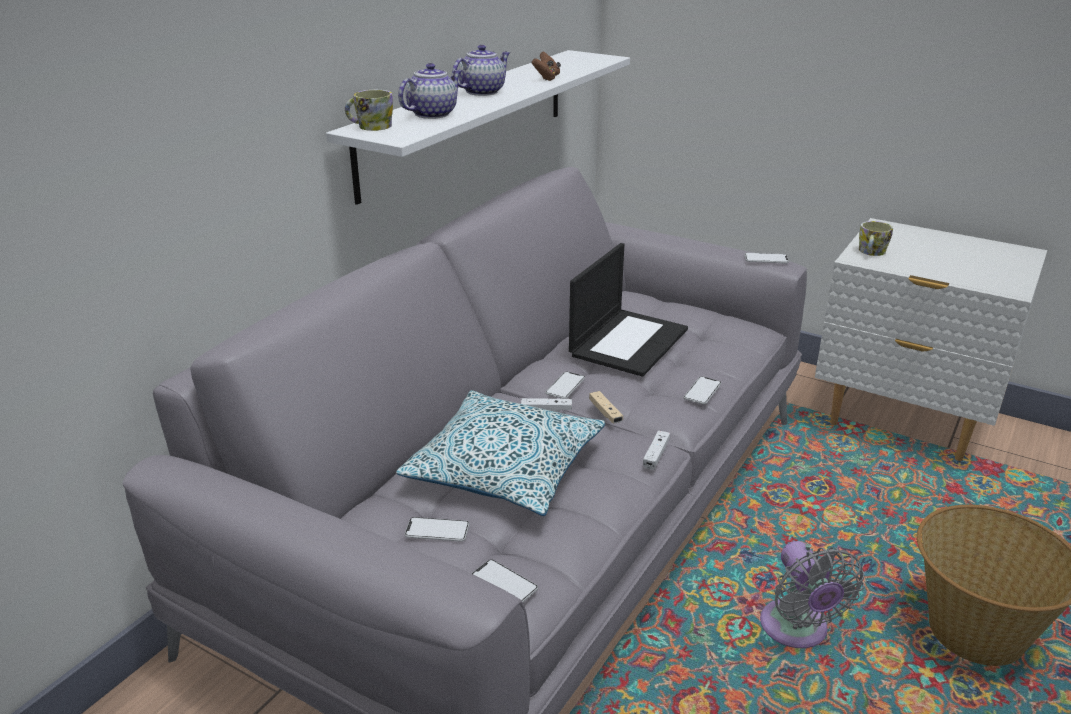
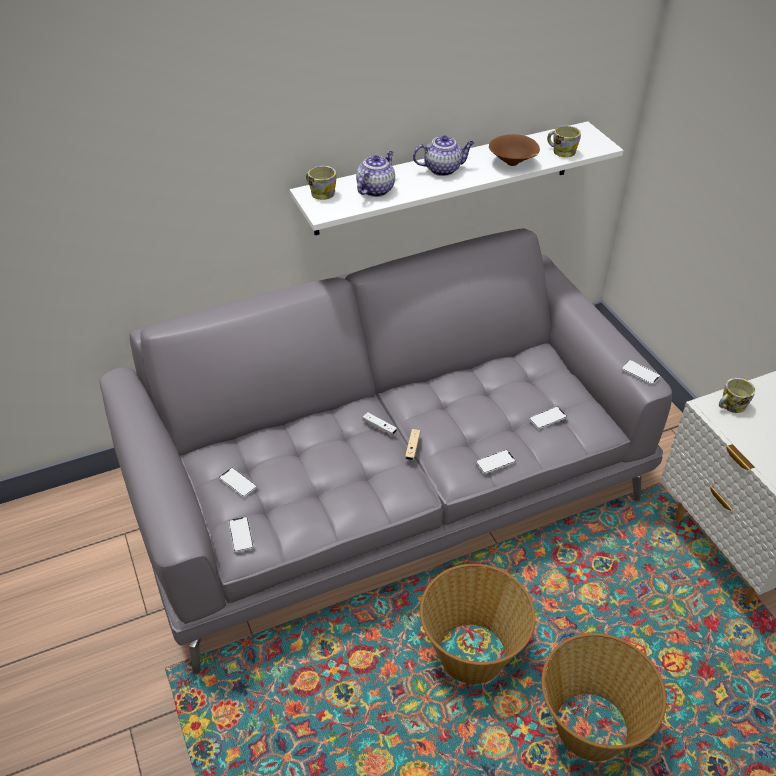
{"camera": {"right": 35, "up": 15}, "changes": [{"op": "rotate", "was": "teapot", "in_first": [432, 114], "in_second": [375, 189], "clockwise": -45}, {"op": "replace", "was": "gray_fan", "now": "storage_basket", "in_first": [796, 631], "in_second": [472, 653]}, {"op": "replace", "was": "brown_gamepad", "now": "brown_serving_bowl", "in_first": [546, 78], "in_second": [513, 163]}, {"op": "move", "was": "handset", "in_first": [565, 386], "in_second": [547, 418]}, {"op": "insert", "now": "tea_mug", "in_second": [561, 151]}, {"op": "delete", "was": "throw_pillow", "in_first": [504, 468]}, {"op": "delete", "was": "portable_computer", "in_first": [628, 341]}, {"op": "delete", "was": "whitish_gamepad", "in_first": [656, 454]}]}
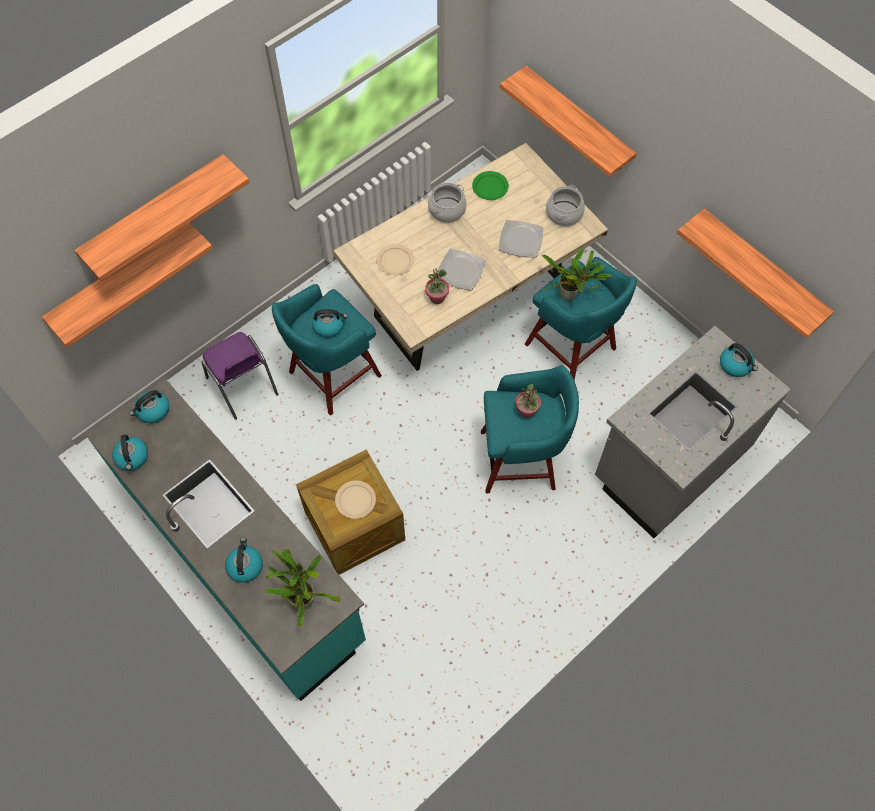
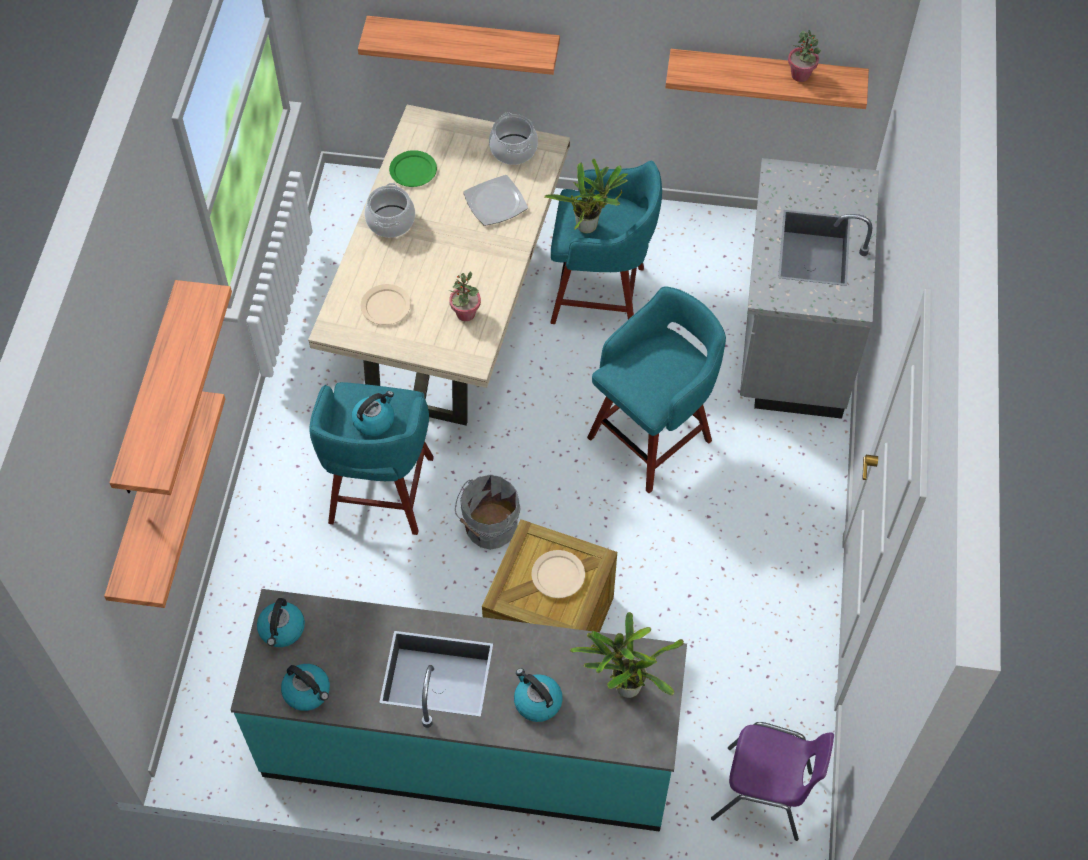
{"camera": {"right": -40, "up": -5}, "changes": [{"op": "insert", "now": "gray_pail", "in_second": [489, 527]}, {"op": "move", "was": "purplish_upright_chair", "in_first": [243, 387], "in_second": [765, 795]}, {"op": "move", "was": "plant_in_a_pot", "in_first": [526, 411], "in_second": [800, 75]}, {"op": "delete", "was": "plate", "in_first": [460, 271]}, {"op": "delete", "was": "tea_kettle", "in_first": [735, 365]}]}
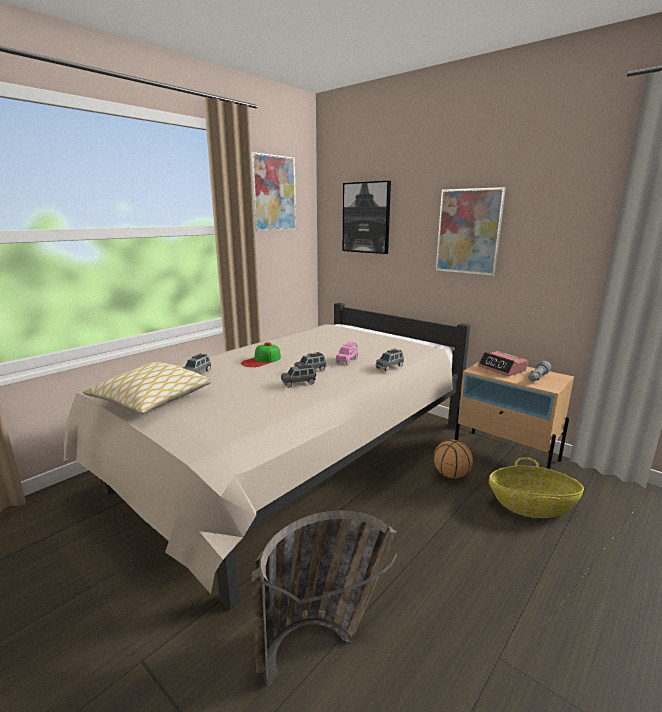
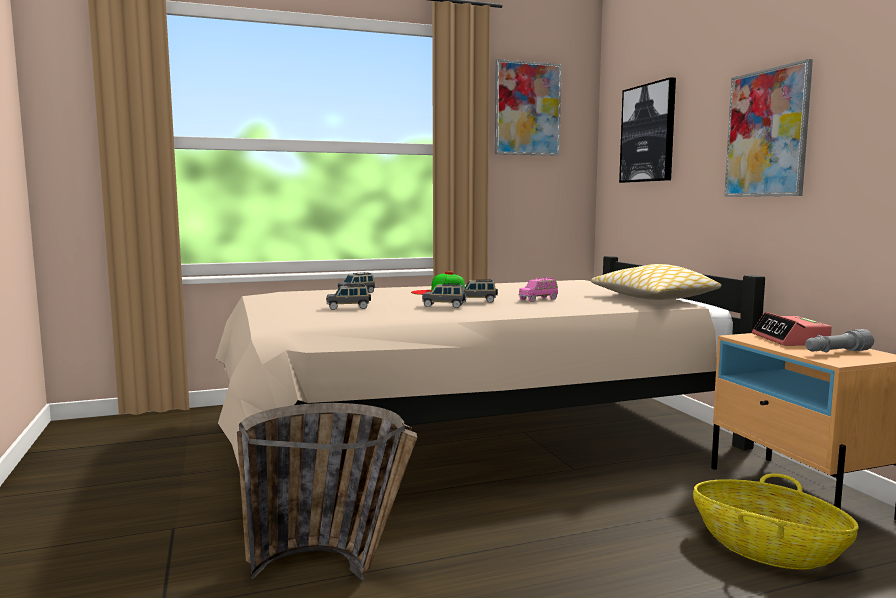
{"camera": {"right": 30, "up": -10}, "changes": [{"op": "move", "was": "gray_model_car", "in_first": [389, 367], "in_second": [348, 307]}, {"op": "move", "was": "throw_pillow", "in_first": [152, 399], "in_second": [654, 298]}, {"op": "delete", "was": "ball_for_basketball", "in_first": [451, 475]}]}
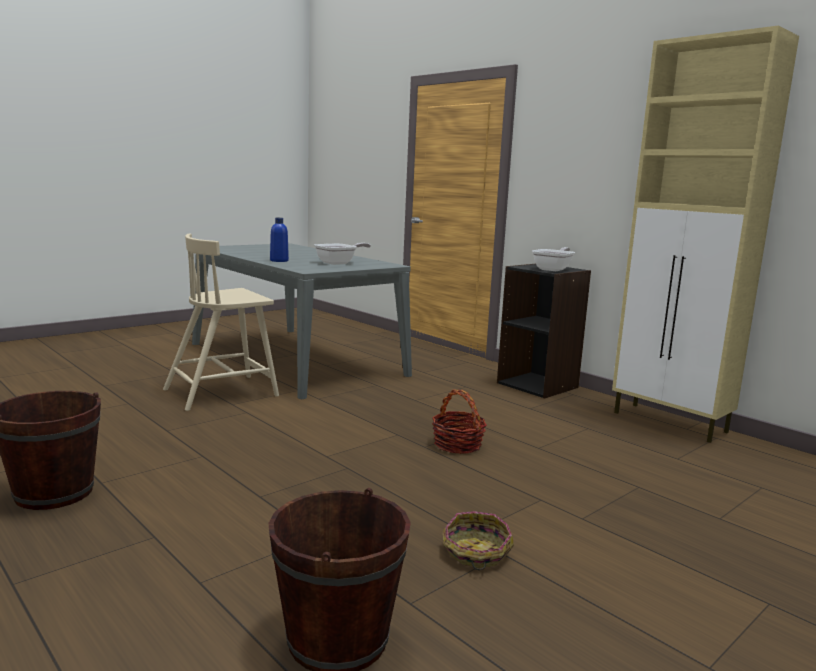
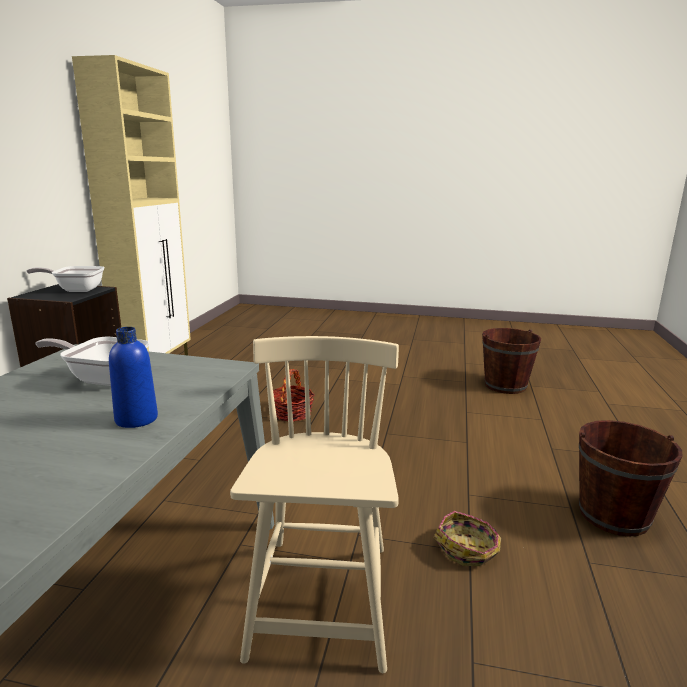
{"camera": {"right": -125, "up": 5}, "changes": [{"op": "rotate", "was": "beige-coloured_upright_chair", "in_first": [223, 392], "in_second": [322, 602], "clockwise": -105}, {"op": "move", "was": "storage_basket", "in_first": [475, 553], "in_second": [467, 549]}]}
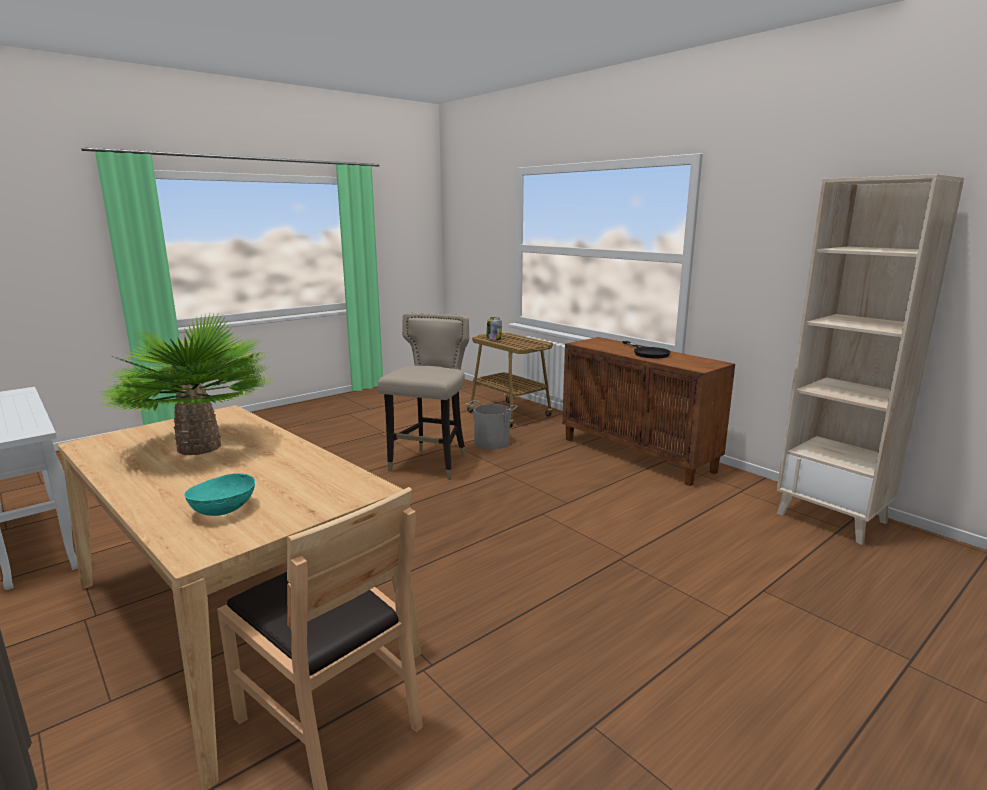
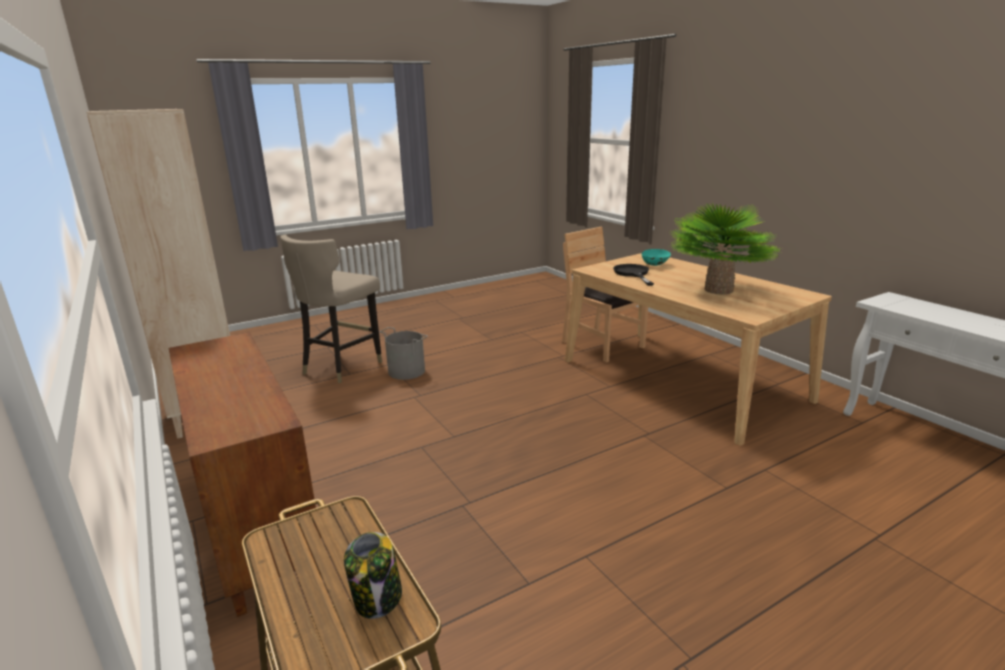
{"camera": {"right": -170, "up": 5}, "changes": [{"op": "move", "was": "beige-coloured_sitting_stool", "in_first": [430, 465], "in_second": [341, 366]}, {"op": "move", "was": "gray_pail", "in_first": [491, 443], "in_second": [407, 371]}, {"op": "move", "was": "black_pan", "in_first": [647, 353], "in_second": [633, 274]}]}
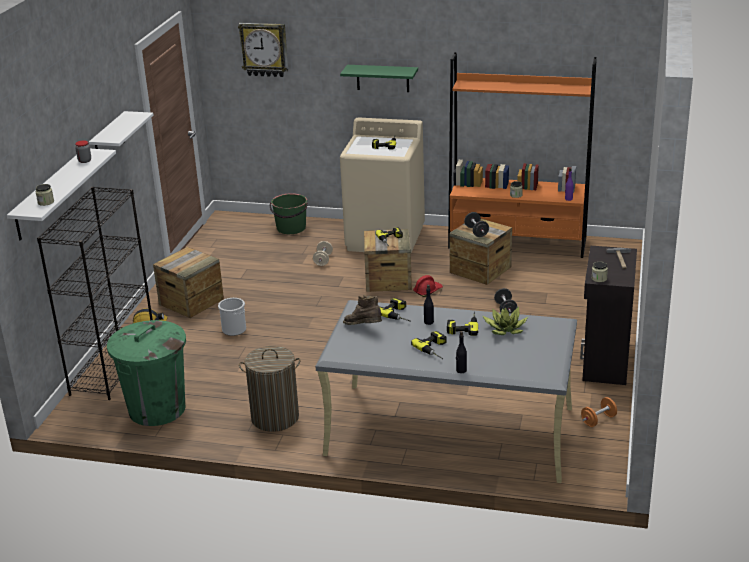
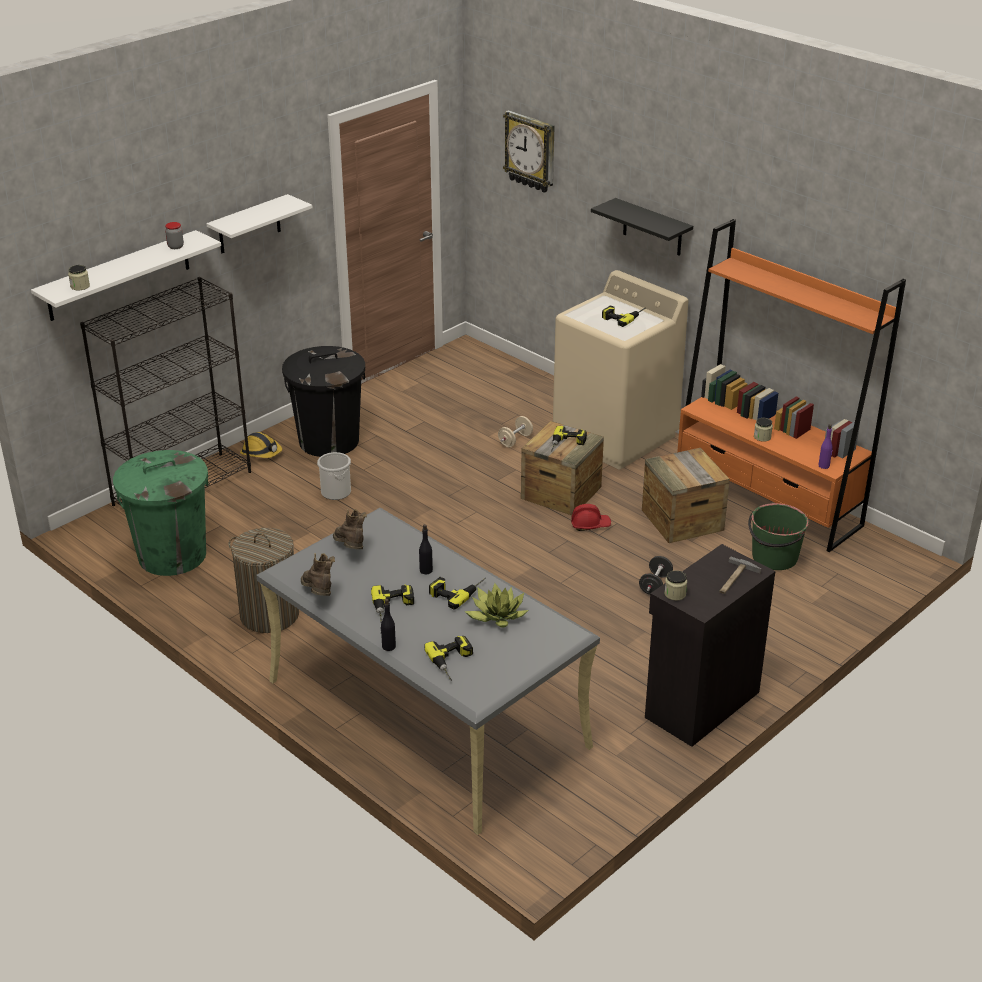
{"camera": {"right": 30, "up": 5}, "changes": [{"op": "replace", "was": "shipping_crate", "now": "black_waste_bin", "in_first": [191, 301], "in_second": [328, 441]}, {"op": "insert", "now": "brown_high-top_boot", "in_second": [319, 594]}, {"op": "move", "was": "power_drill", "in_first": [399, 314], "in_second": [454, 662]}, {"op": "recolor", "was": "green_wall_shelf", "now": "black_wall_shelf", "in_first": [382, 78], "in_second": [652, 228]}, {"op": "move", "was": "green_pail", "in_first": [291, 228], "in_second": [774, 558]}, {"op": "delete", "was": "black_dumbbell", "in_first": [476, 232]}, {"op": "delete", "was": "orange_dumbbell", "in_first": [598, 420]}]}
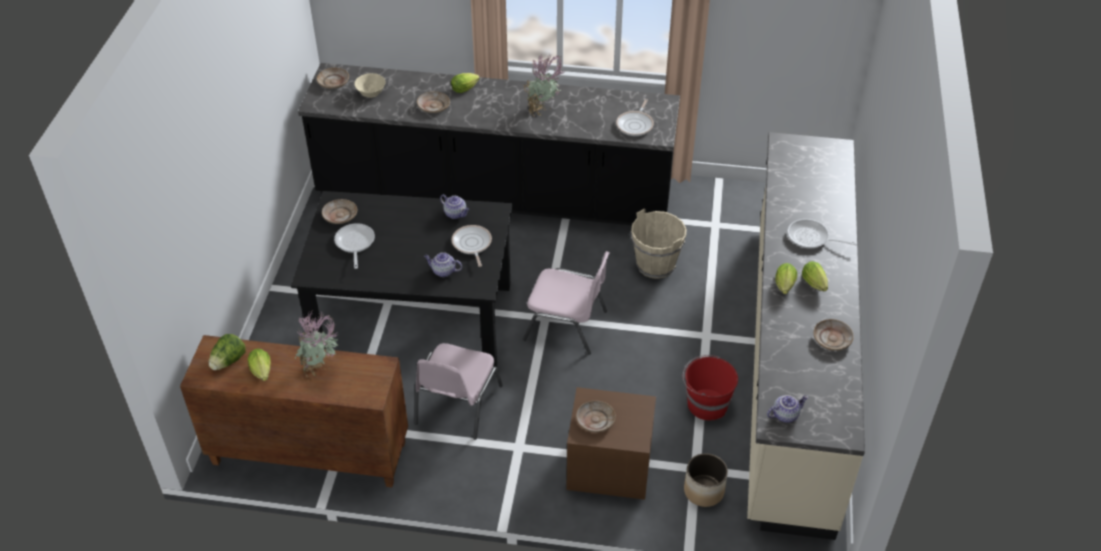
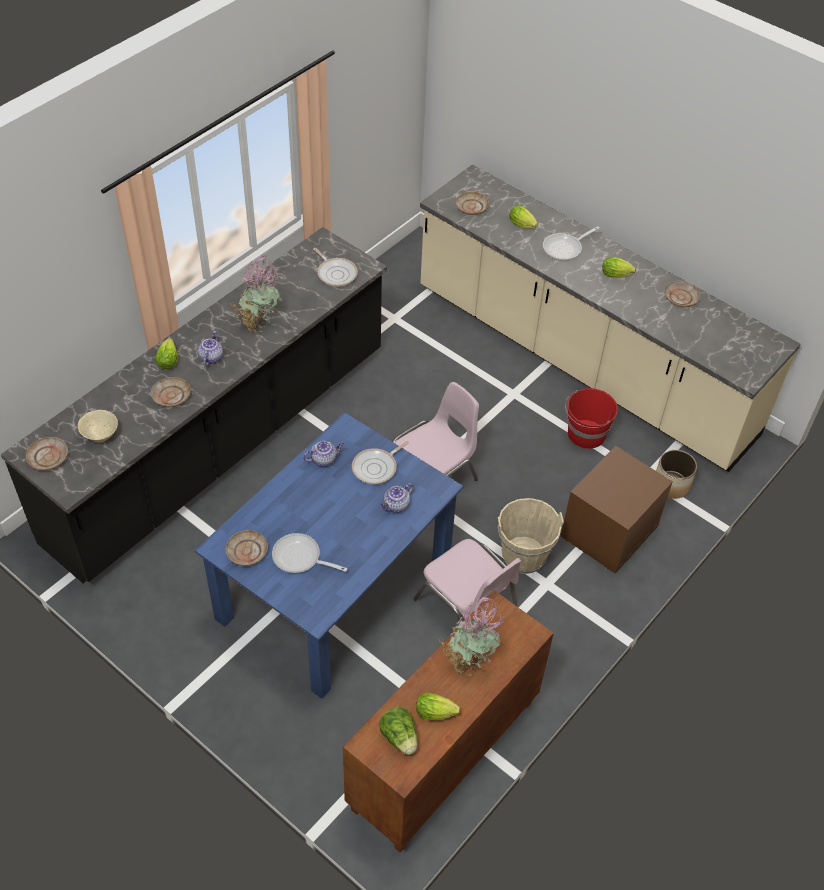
{"camera": {"right": -60, "up": 5}, "changes": [{"op": "recolor", "was": "black_kitchen_table", "now": "blue-coloured_kitchen_table", "in_first": [413, 321], "in_second": [335, 589]}, {"op": "move", "was": "teapot", "in_first": [785, 414], "in_second": [210, 357]}, {"op": "rotate", "was": "pan", "in_first": [472, 244], "in_second": [377, 467], "clockwise": -60}, {"op": "move", "was": "beige-coloured_plate", "in_first": [595, 420], "in_second": [471, 207]}, {"op": "move", "was": "beige-coloured_pail", "in_first": [656, 265], "in_second": [524, 555]}, {"op": "move", "was": "lettuce_head", "in_first": [784, 287], "in_second": [523, 226]}]}
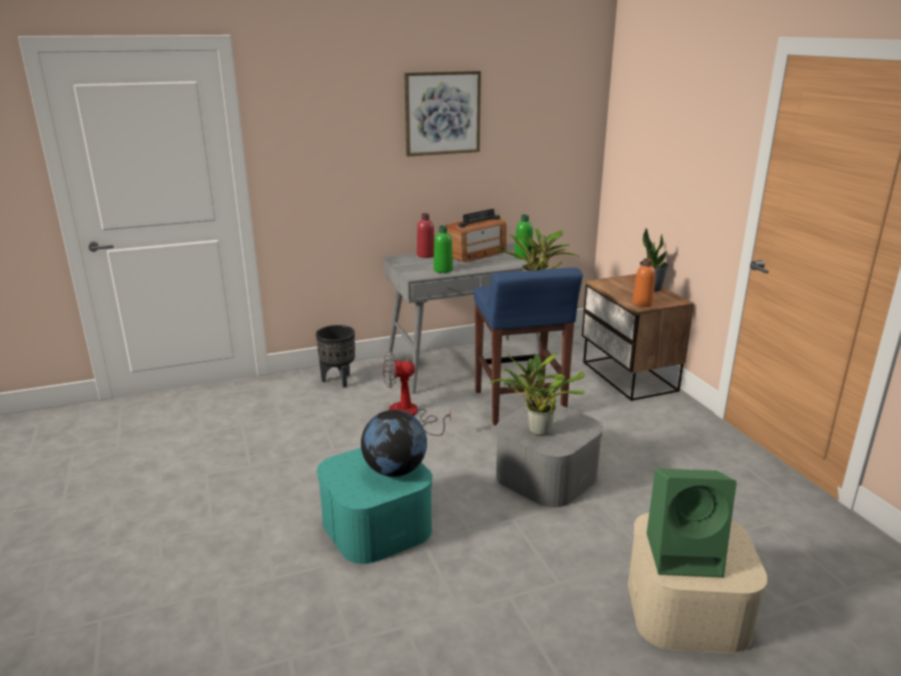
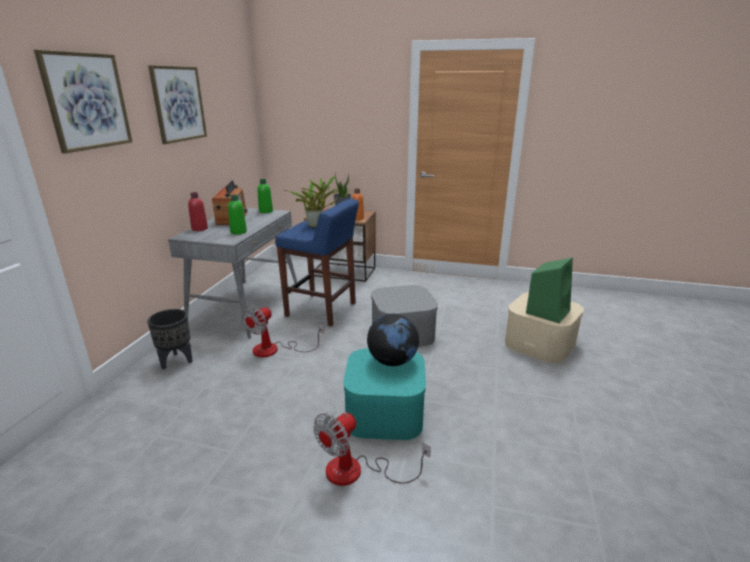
{"camera": {"right": -55, "up": 0}, "changes": [{"op": "insert", "now": "wall_art", "in_second": [87, 101]}, {"op": "insert", "now": "fan", "in_second": [357, 472]}, {"op": "delete", "was": "plant_in_a_pot", "in_first": [536, 430]}]}
